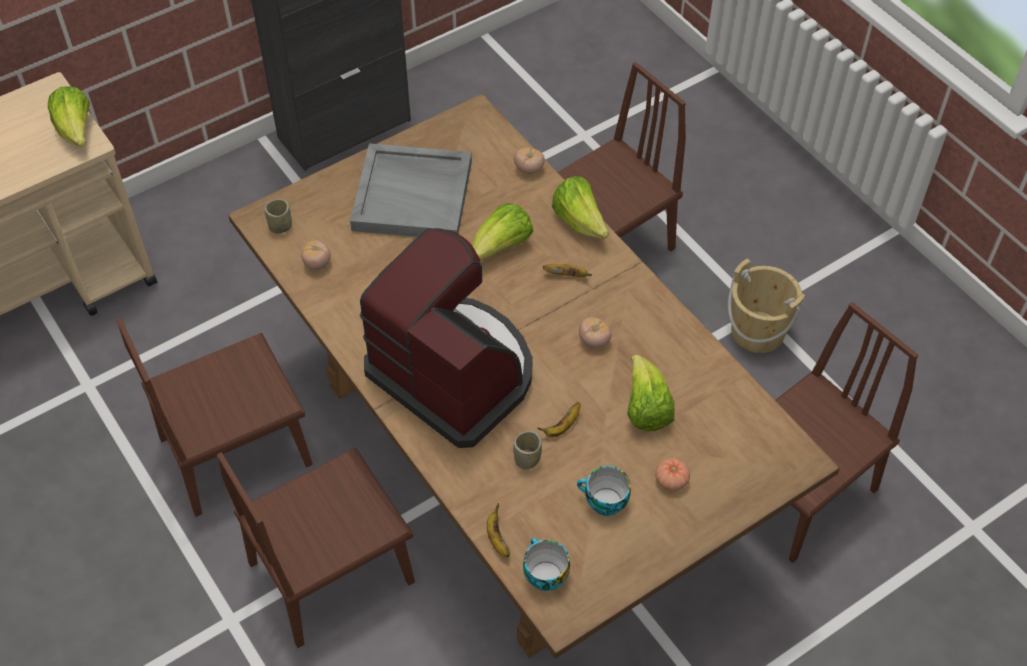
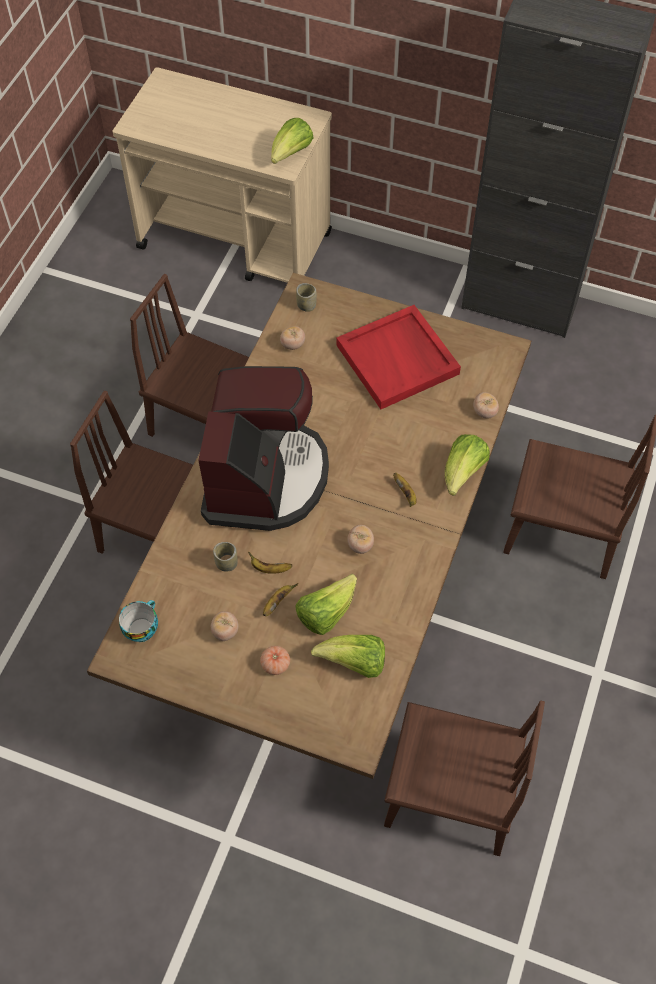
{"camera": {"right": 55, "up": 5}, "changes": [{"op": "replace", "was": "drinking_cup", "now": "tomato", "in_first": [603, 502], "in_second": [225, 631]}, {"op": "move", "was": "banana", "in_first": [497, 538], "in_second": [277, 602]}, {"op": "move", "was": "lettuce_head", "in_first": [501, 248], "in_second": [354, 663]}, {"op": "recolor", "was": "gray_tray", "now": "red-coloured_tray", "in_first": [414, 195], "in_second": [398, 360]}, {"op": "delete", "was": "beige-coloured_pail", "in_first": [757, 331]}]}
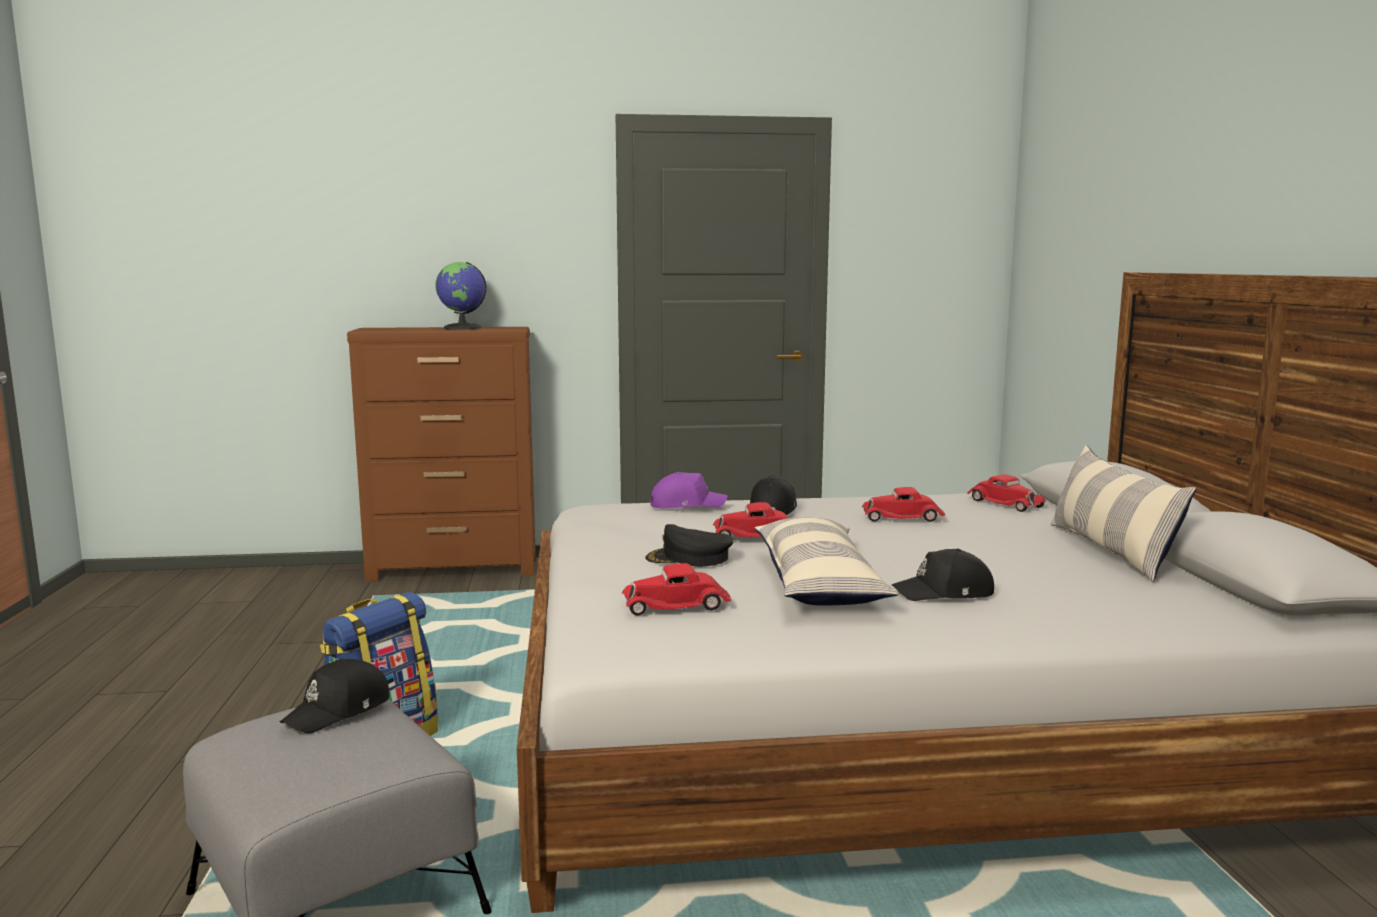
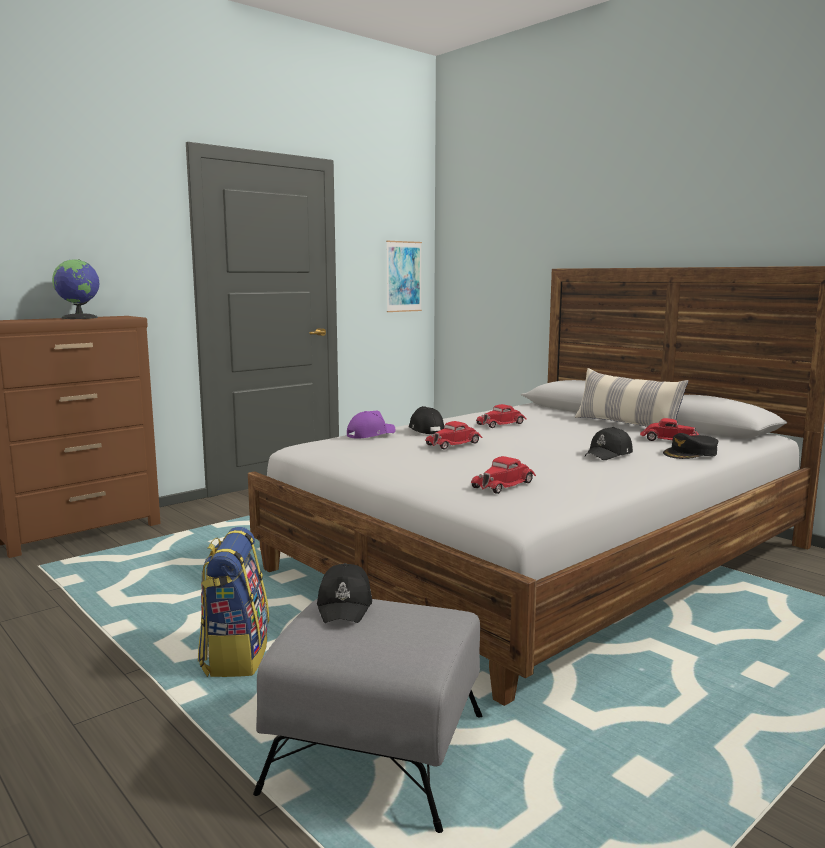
{"camera": {"right": -35, "up": 0}, "changes": [{"op": "insert", "now": "wall_art", "in_second": [403, 276]}, {"op": "move", "was": "red-coloured_model_car", "in_first": [1004, 503], "in_second": [669, 440]}, {"op": "move", "was": "black_peaked_cap", "in_first": [689, 558], "in_second": [691, 453]}, {"op": "delete", "was": "throw_pillow", "in_first": [818, 583]}]}
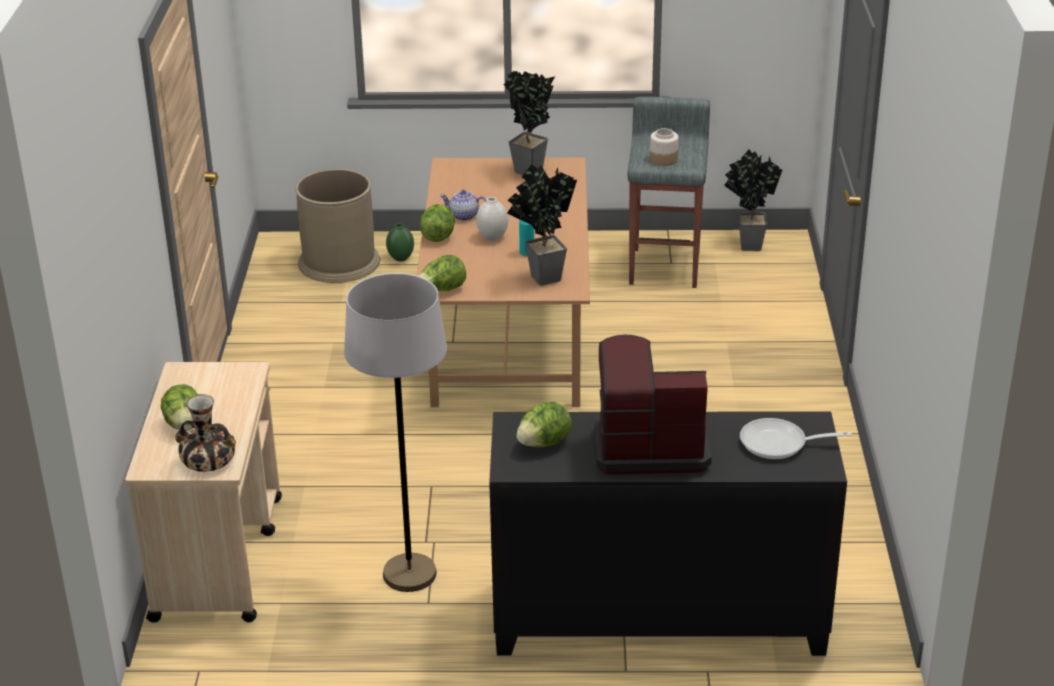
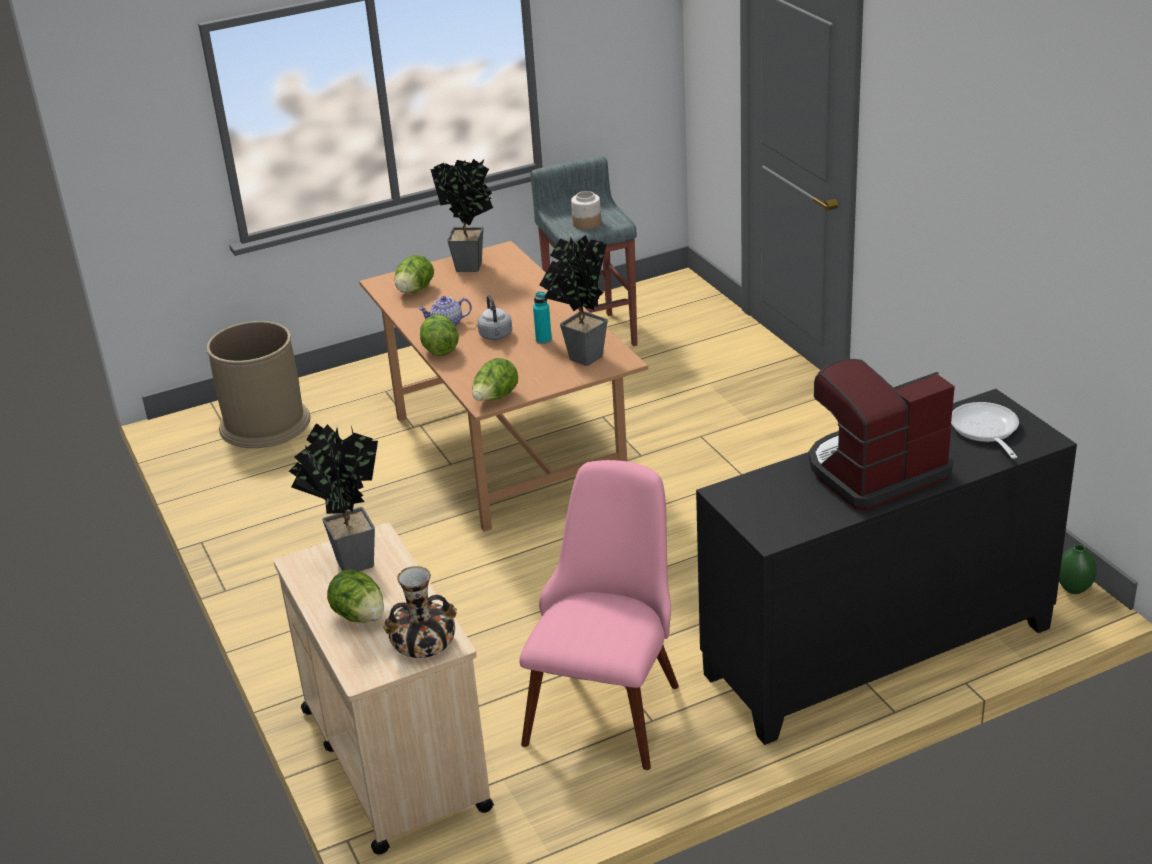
{"camera": {"right": -25, "up": 0}, "changes": [{"op": "move", "was": "plant_in_a_pot", "in_first": [746, 245], "in_second": [348, 563]}, {"op": "move", "was": "lettuce_head", "in_first": [544, 443], "in_second": [415, 290]}, {"op": "replace", "was": "whitish_decorative_vase", "now": "gray_tea_kettle", "in_first": [493, 238], "in_second": [496, 336]}, {"op": "replace", "was": "gray_standing_lamp", "now": "pinkish_upright_chair", "in_first": [410, 574], "in_second": [609, 700]}, {"op": "rotate", "was": "pan", "in_first": [779, 444], "in_second": [985, 431], "clockwise": 105}, {"op": "move", "was": "green_decorative_vase", "in_first": [401, 258], "in_second": [1073, 588]}]}
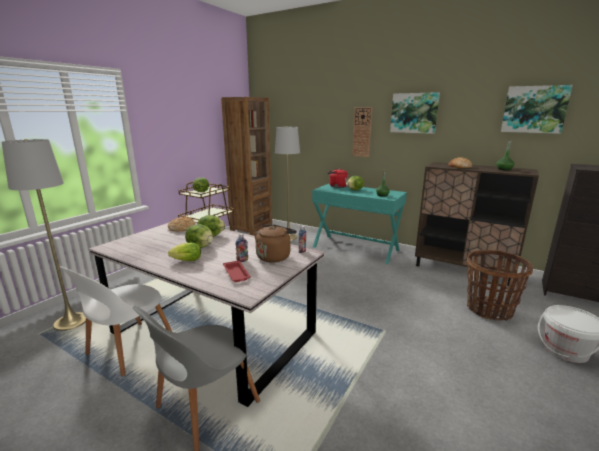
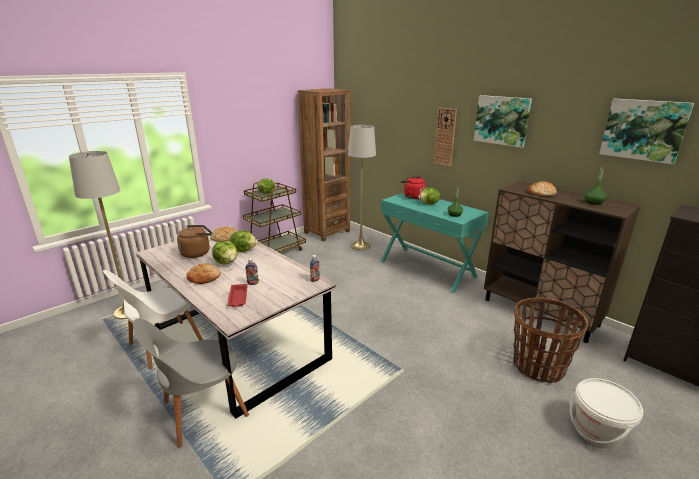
{"camera": {"right": 15, "up": 5}, "changes": [{"op": "move", "was": "brown_tea_kettle", "in_first": [274, 256], "in_second": [197, 253]}, {"op": "replace", "was": "lettuce_head", "now": "bread", "in_first": [185, 261], "in_second": [204, 277]}]}
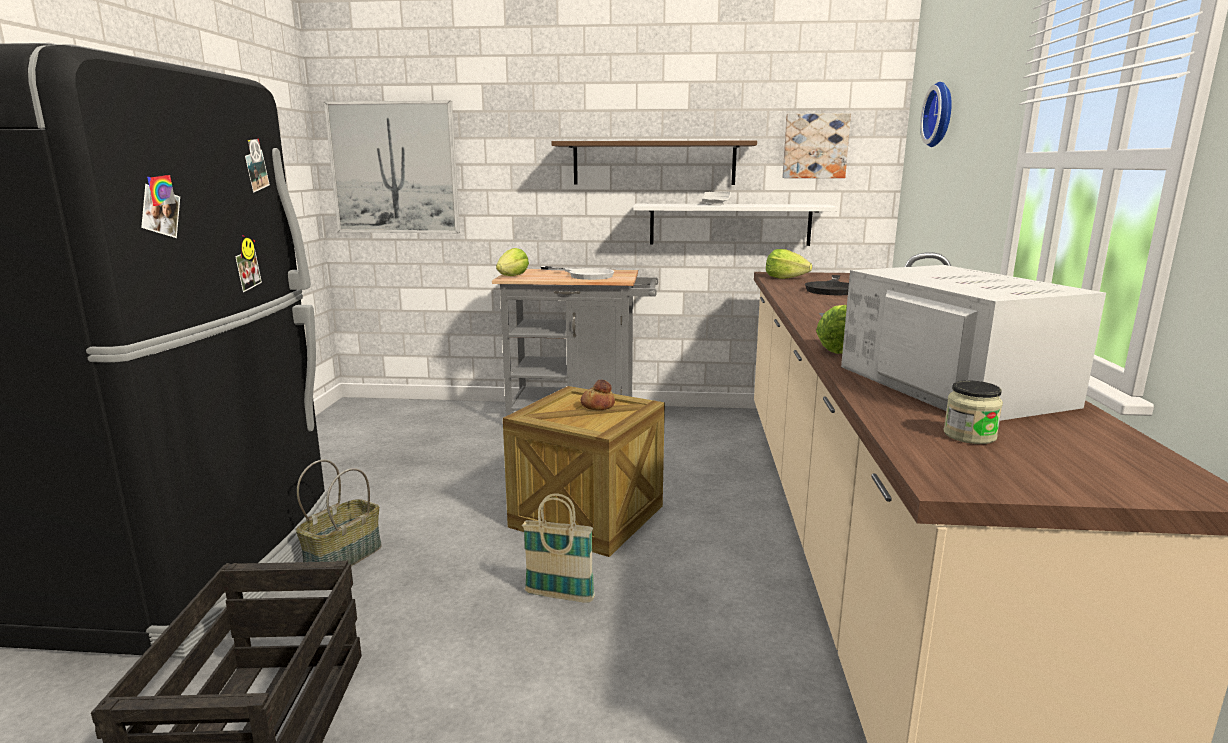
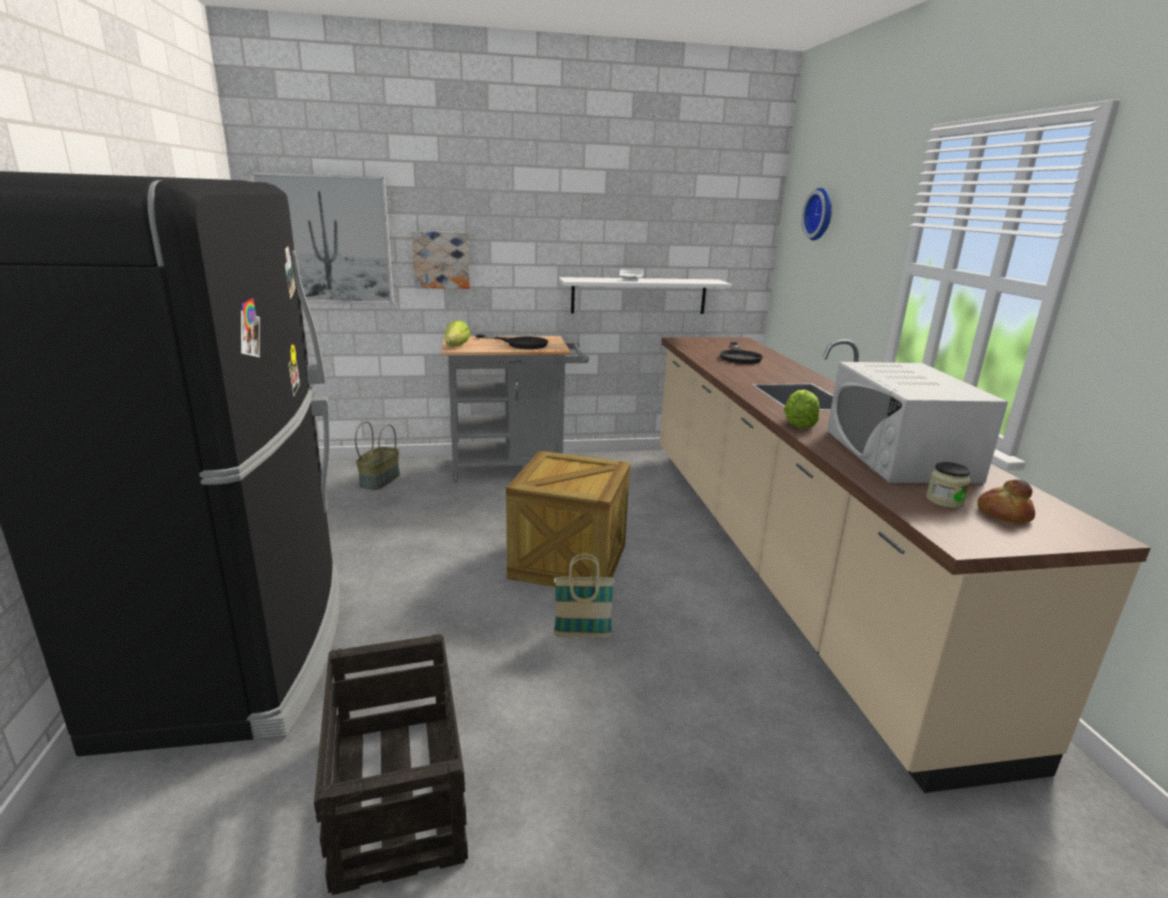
{"camera": {"right": -15, "up": 5}, "changes": [{"op": "move", "was": "storage_basket", "in_first": [343, 557], "in_second": [379, 480]}, {"op": "move", "was": "wall_art", "in_first": [815, 146], "in_second": [441, 259]}, {"op": "recolor", "was": "whitish_pan", "now": "black_pan", "in_first": [584, 275], "in_second": [520, 344]}, {"op": "rotate", "was": "whitish_microwave", "in_first": [951, 385], "in_second": [898, 455], "clockwise": -150}, {"op": "move", "was": "bread", "in_first": [597, 405], "in_second": [1003, 514]}, {"op": "delete", "was": "brown_wall_shelf", "in_first": [654, 163]}, {"op": "delete", "was": "lettuce_head", "in_first": [785, 278]}]}
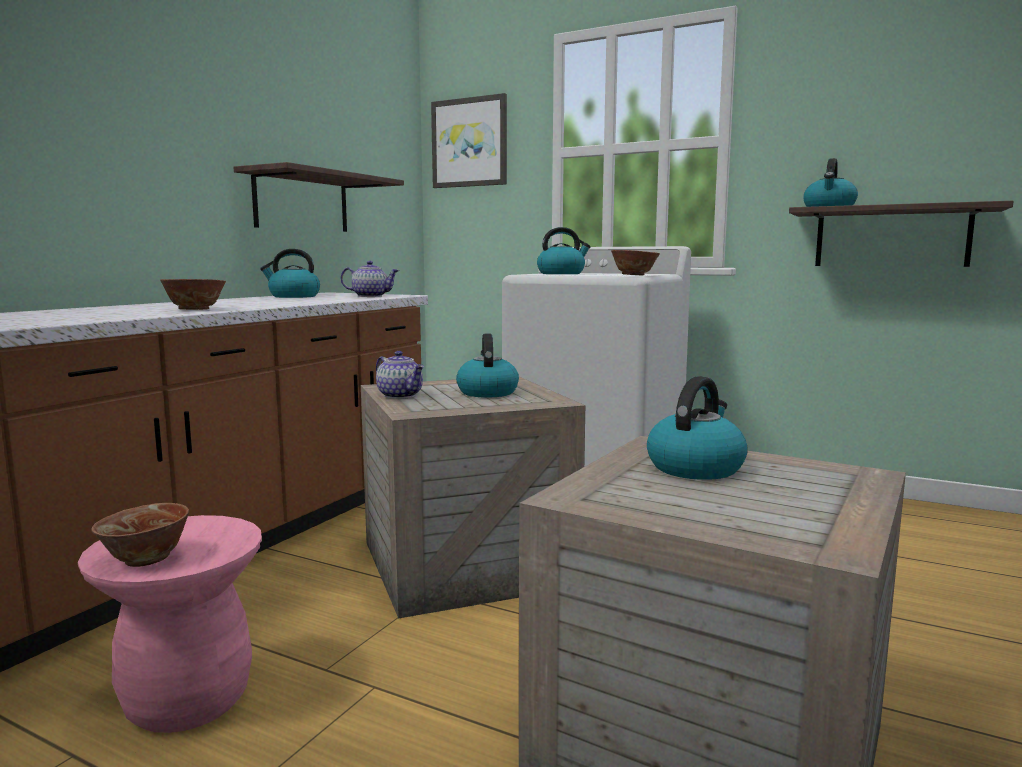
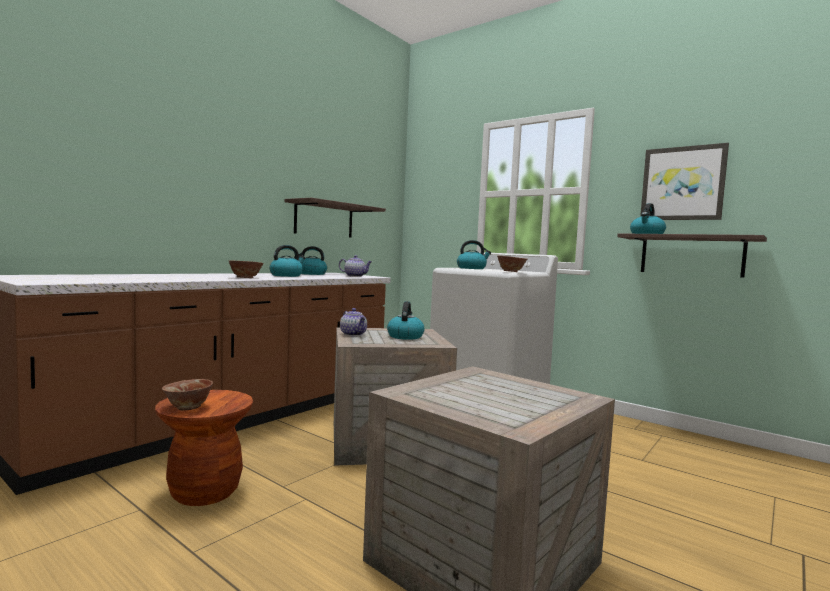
{"camera": {"right": 10, "up": -5}, "changes": [{"op": "recolor", "was": "pinkish_sitting_stool", "now": "brown_sitting_stool", "in_first": [188, 701], "in_second": [205, 492]}, {"op": "move", "was": "tea_kettle", "in_first": [695, 467], "in_second": [286, 275]}, {"op": "move", "was": "wall_art", "in_first": [469, 142], "in_second": [682, 183]}]}
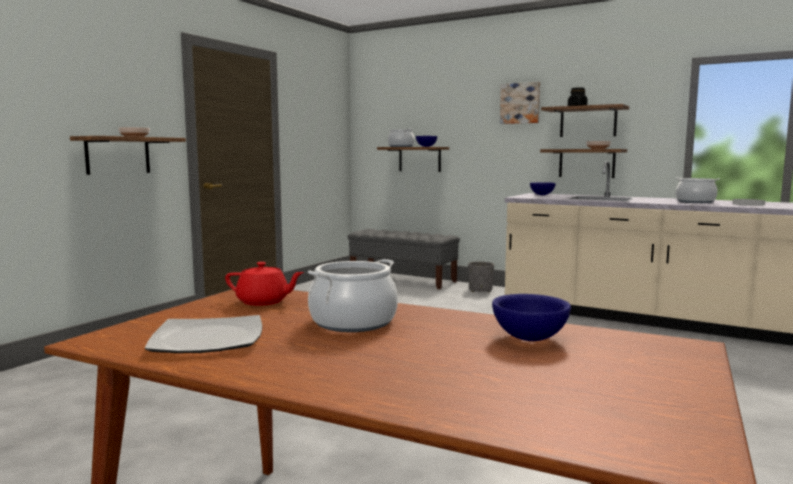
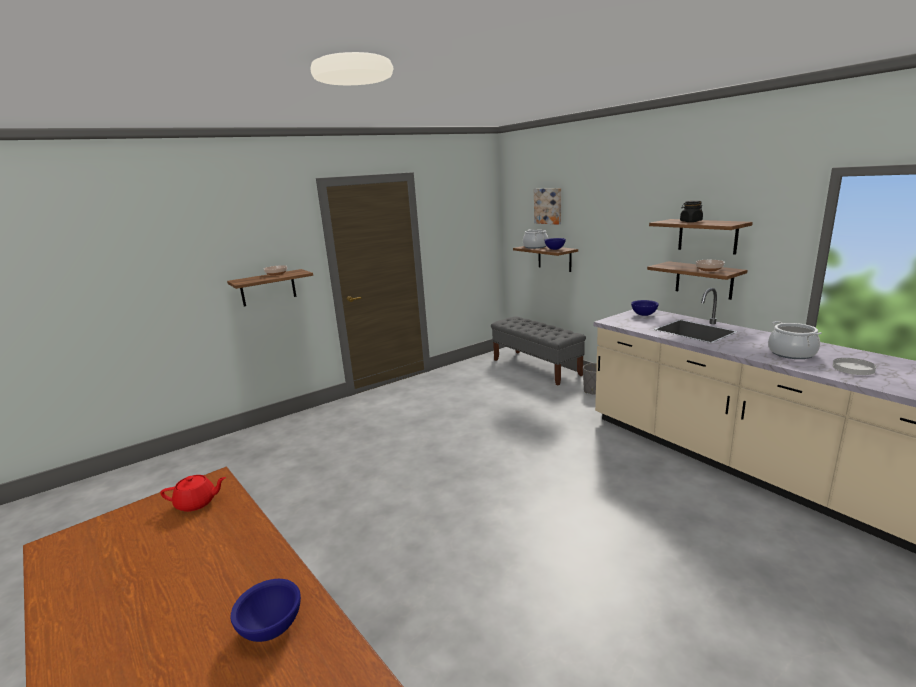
{"camera": {"right": 25, "up": 10}, "changes": [{"op": "rotate", "was": "red-coloured_teapot", "in_first": [263, 302], "in_second": [197, 503], "clockwise": -45}, {"op": "move", "was": "wall_art", "in_first": [520, 103], "in_second": [548, 206]}, {"op": "delete", "was": "plate", "in_first": [206, 340]}, {"op": "delete", "was": "cooking_pot", "in_first": [353, 322]}]}
